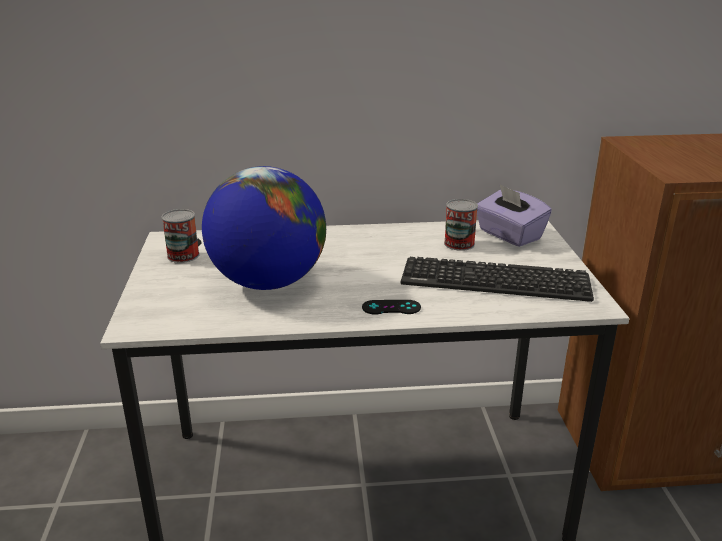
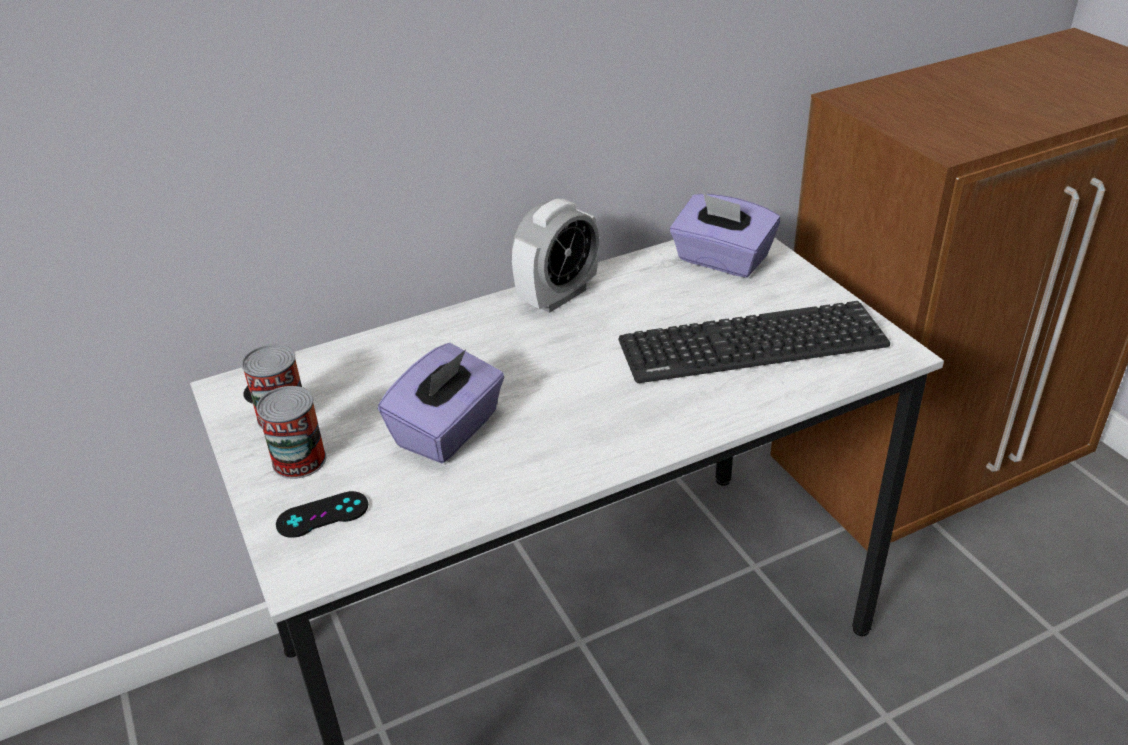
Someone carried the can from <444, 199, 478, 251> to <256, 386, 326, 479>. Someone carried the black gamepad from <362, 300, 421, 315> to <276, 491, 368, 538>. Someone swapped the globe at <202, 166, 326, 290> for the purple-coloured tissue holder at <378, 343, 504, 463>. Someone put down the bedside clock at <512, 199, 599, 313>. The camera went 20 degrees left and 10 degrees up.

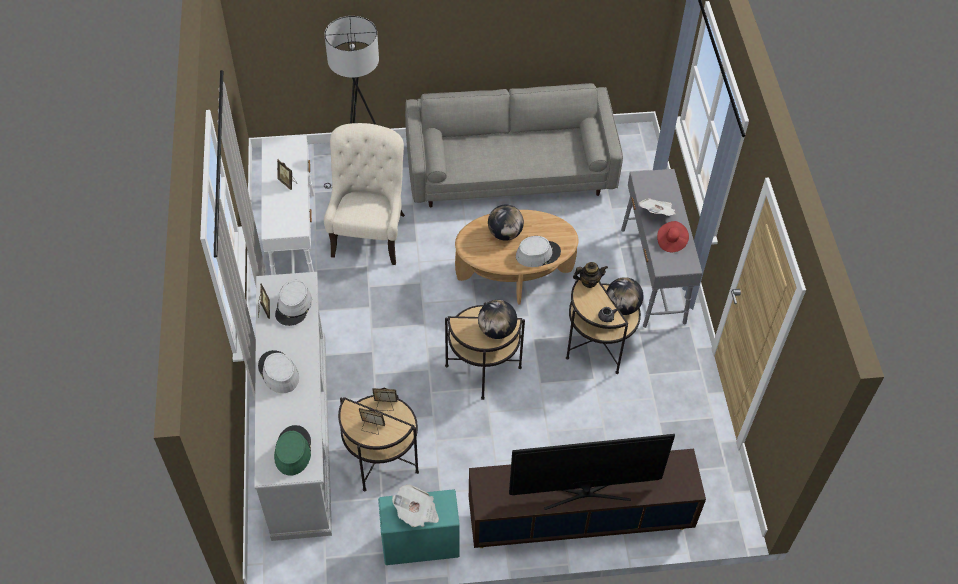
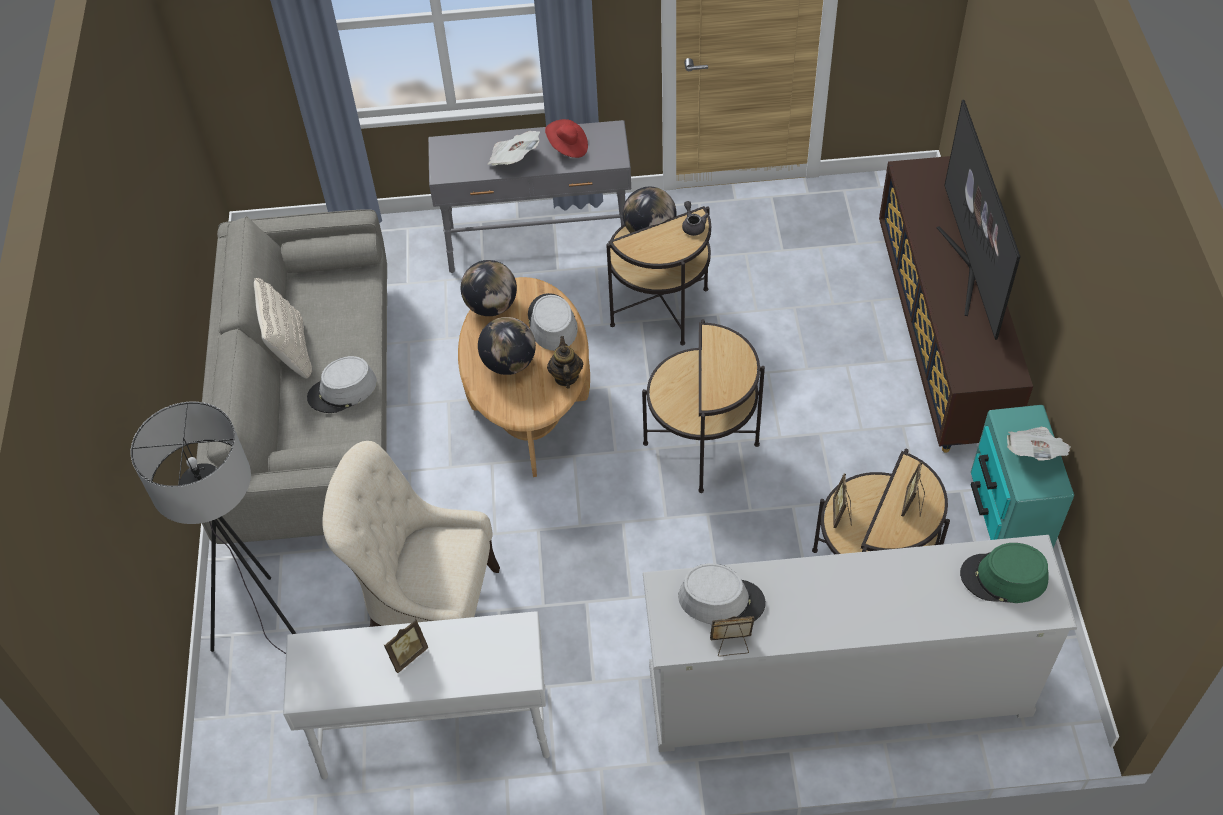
Someone put down the beige-coloured cushion at <254, 278, 312, 378>. Someone carried the gray clothing hat from <258, 350, 299, 393> to <307, 356, 377, 413>. Someone carried the globe from <478, 300, 517, 339> to <461, 260, 517, 316>. Someone carried the teapot from <573, 262, 608, 288> to <547, 336, 583, 389>. The camera went 85 degrees left and 0 degrees up.

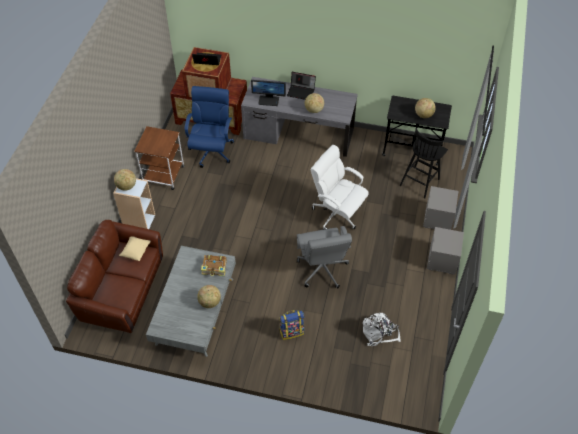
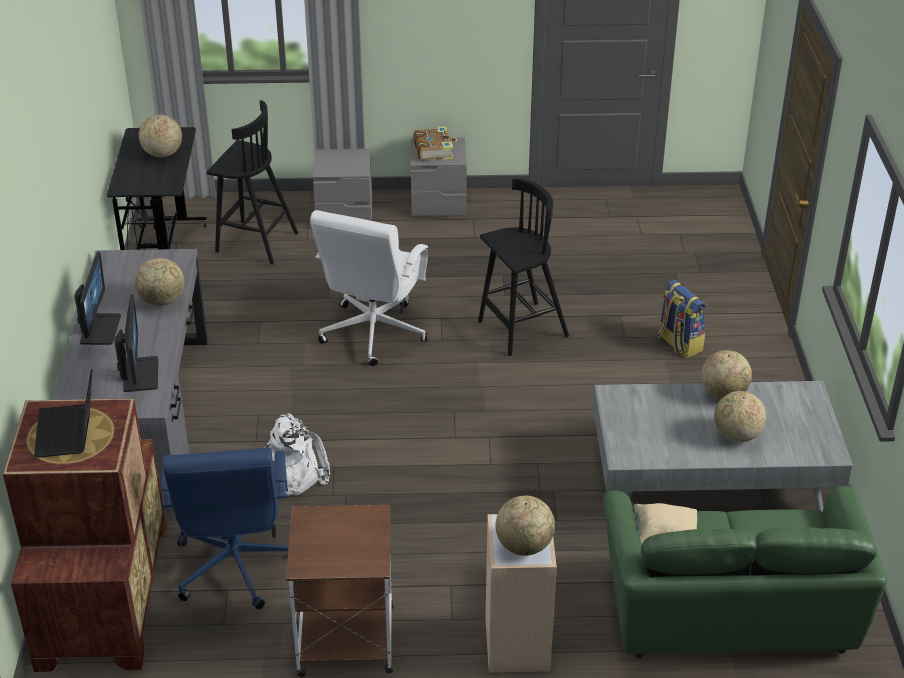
Someone swapped the laptop at <287, 72, 316, 100> for the computer screen at <74, 252, 121, 345>. Someone rotated the bluish computer chair at <184, 86, 234, 168> by 90 degrees counterclockwise. Someone carried the whitish knapsack from <363, 313, 400, 346> to <265, 414, 330, 496>. Someone carried the book from <201, 255, 227, 276> to <413, 126, 457, 161>. Someone swapped the gray computer chair at <297, 226, 352, 289> for the black stool at <478, 178, 569, 356>. Someone repainted the brown settee at <66, 220, 163, 333>, which became the greenish settee at <603, 486, 887, 658>. Someone put down the globe at <714, 391, 766, 442>. The camera went 105 degrees left and 15 degrees down.

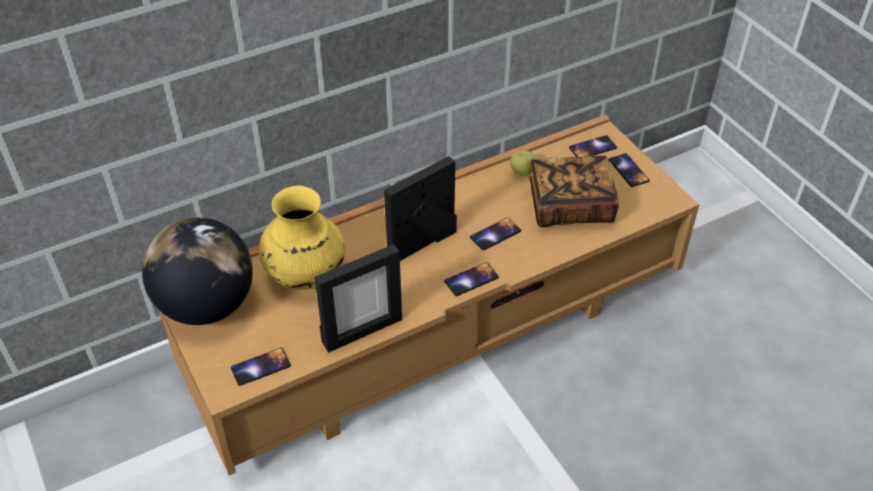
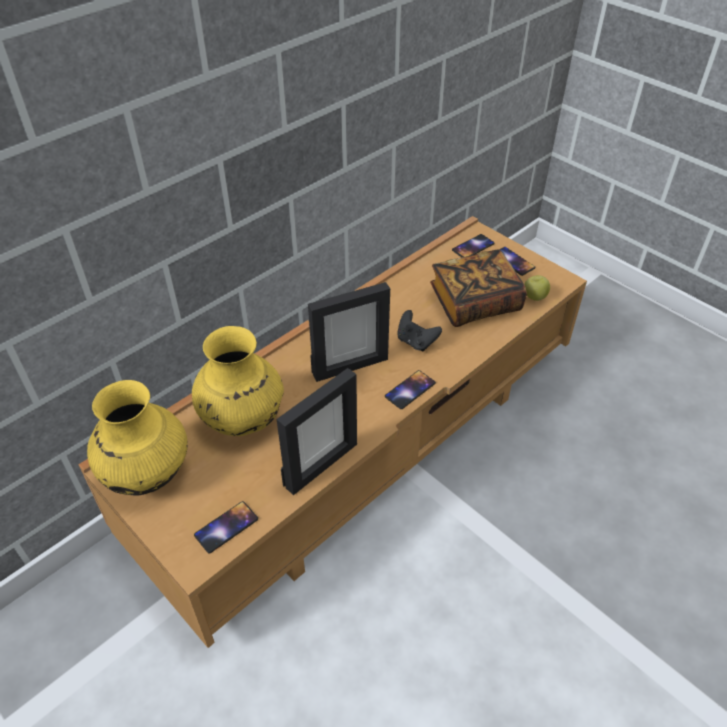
Someone swapped the globe at <142, 217, 253, 325> for the yellow-coloured vase at <87, 380, 188, 496>. Someone rotated the standing frame at <384, 156, 457, 261> by 150 degrees counterclockwise. Someone swapped the telephone at <470, 218, 521, 250> for the black gamepad at <397, 310, 442, 351>. Someone carried the apple from <510, 151, 535, 176> to <524, 275, 550, 301>. The camera went 15 degrees left and 0 degrees up.

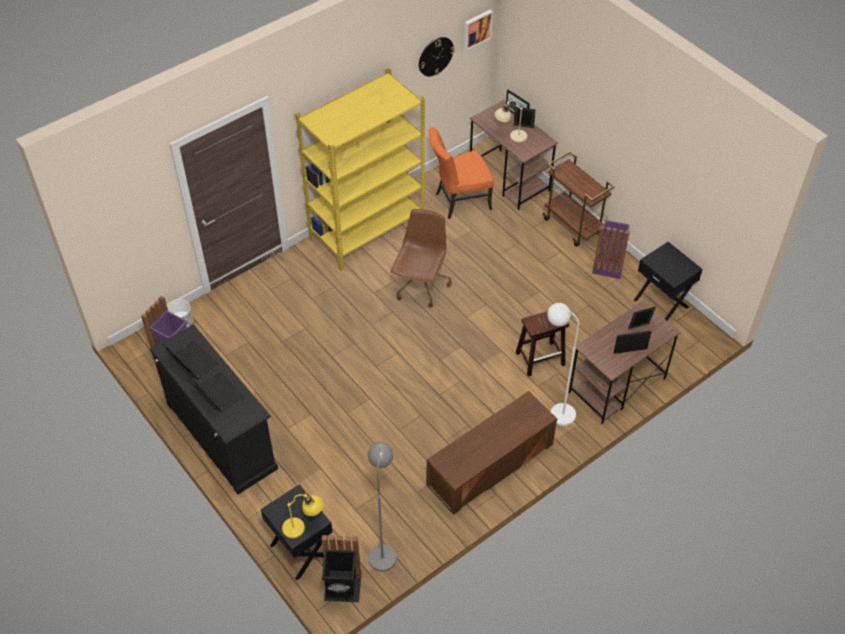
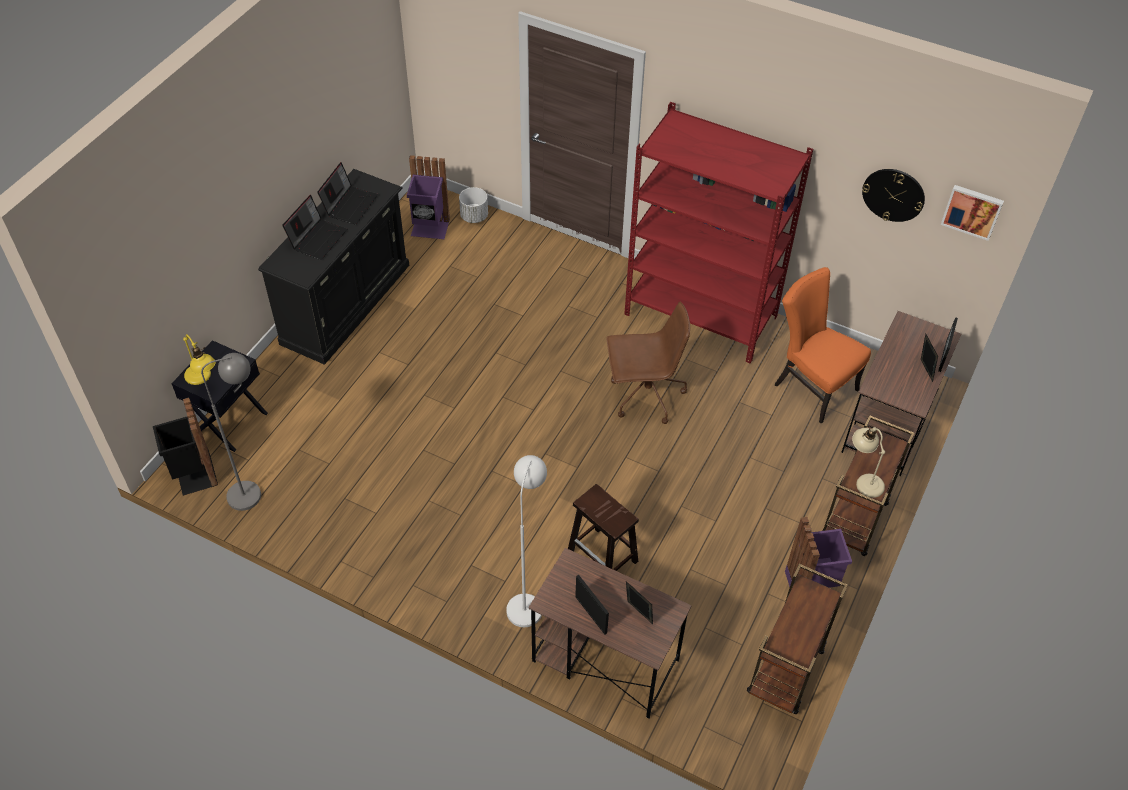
Someone repainted the yellow-coloured shelving unit at <296, 67, 425, 271>, which became the red-coloured shelving unit at <624, 102, 813, 364>. Someone swapped the black bedside table at <633, 242, 703, 320> for the brown trolley at <747, 564, 848, 714>. Someone carried the beige-coloured lamp for a table from <495, 100, 528, 142> to <852, 427, 885, 498>. Someone took away the brown indoor bench at <427, 391, 557, 515>. The camera went 65 degrees right and 0 degrees up.

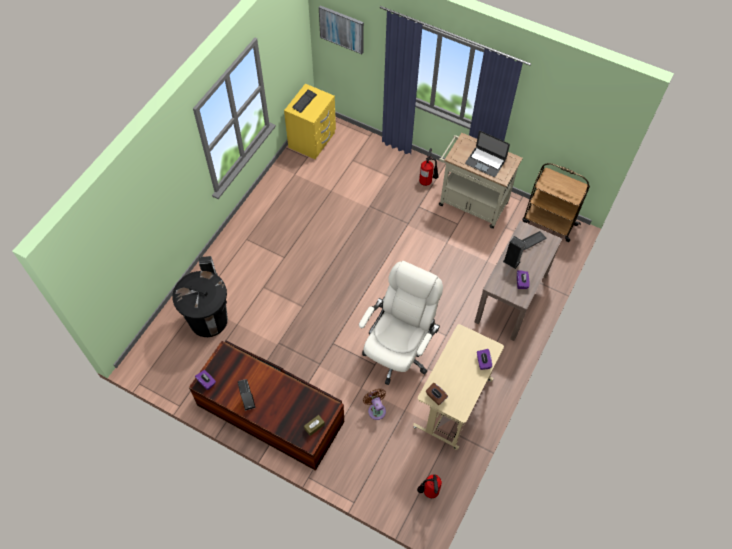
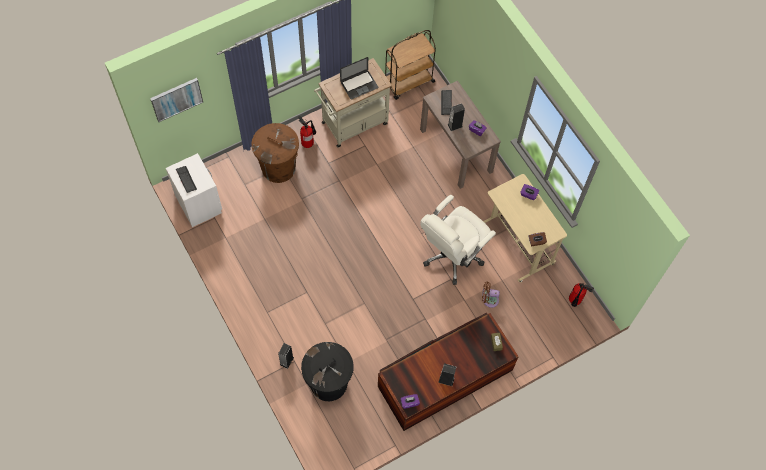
Someone repainted the yellow-coloured bedside table at <284, 84, 336, 159>, which became the whitish bedside table at <166, 153, 222, 227>. Someone put down the brown rubbish bin at <251, 123, 299, 183>. Someone rotated the whitish computer chair at <359, 261, 443, 385> by 105 degrees counterclockwise. The camera went 60 degrees left and 5 degrees up.

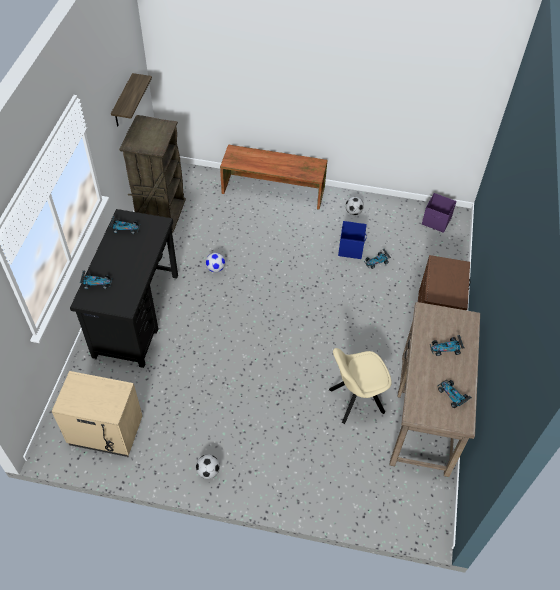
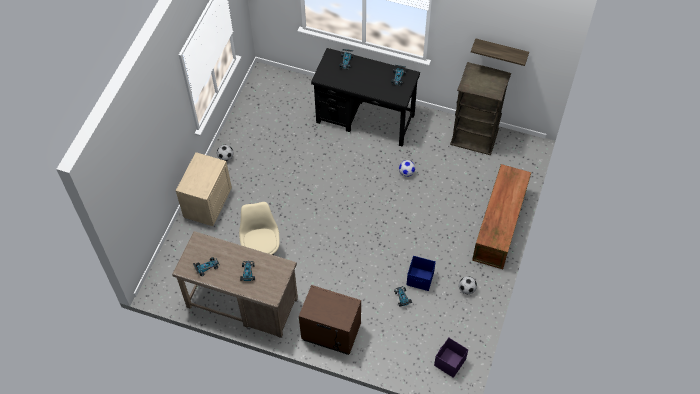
Someone carried the beige-coloured bedside table from <51, 371, 142, 457> to <176, 152, 232, 226>. The camera went 100 degrees right and 5 degrees up.

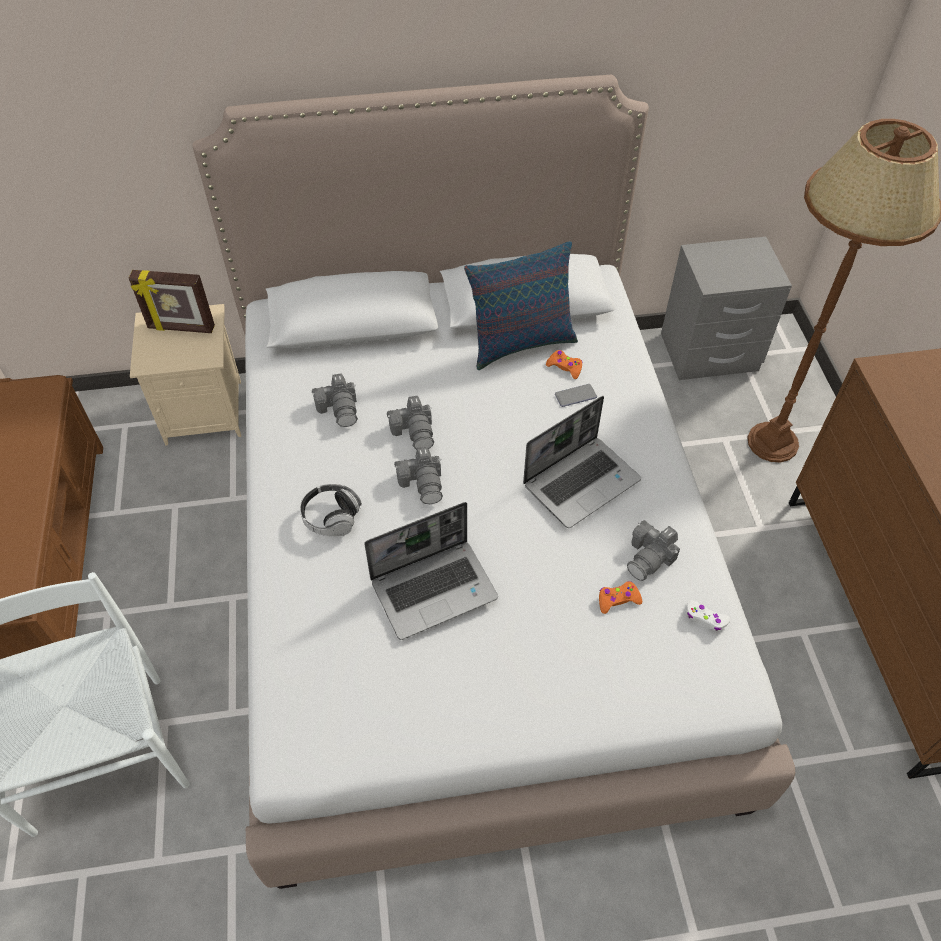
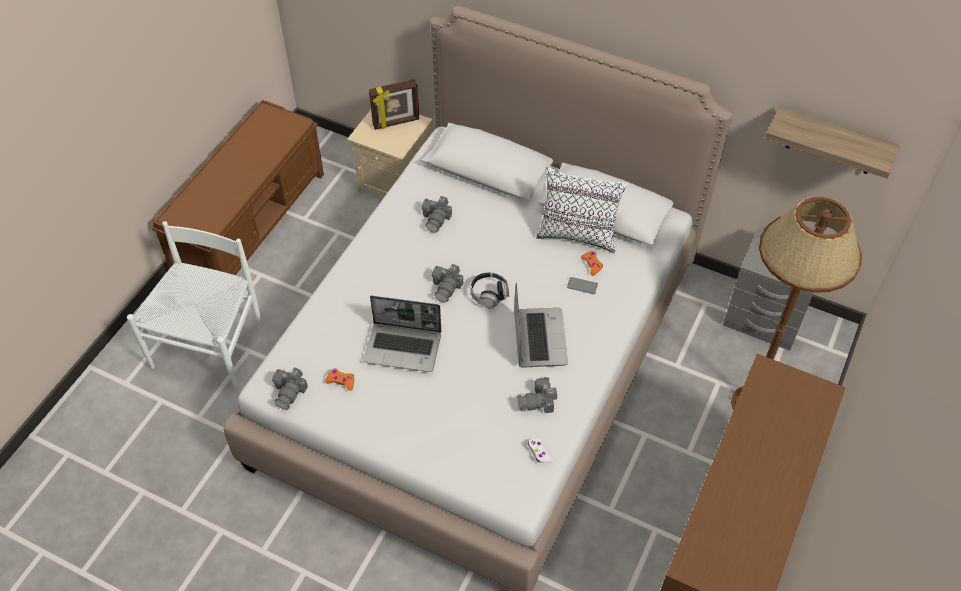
Someone carried the still camera from <387, 396, 434, 450> to <272, 367, 308, 410>. Someone carried the orangey gamepad from <599, 581, 642, 614> to <325, 368, 354, 391>. Someone rotated the standing frame at <129, 270, 215, 333> by 60 degrees counterclockwise. Someone carried the pair of headphones from <300, 484, 362, 536> to <471, 272, 509, 308>. Someone rotated the laptop at <523, 396, 641, 528> by 90 degrees counterclockwise. Someone repainted the bluish cushion at <464, 241, 578, 370>, which became the whitish cushion at <536, 167, 628, 253>. Someone put up the shelf at <765, 107, 900, 178>. The camera went 35 degrees right and 0 degrees up.

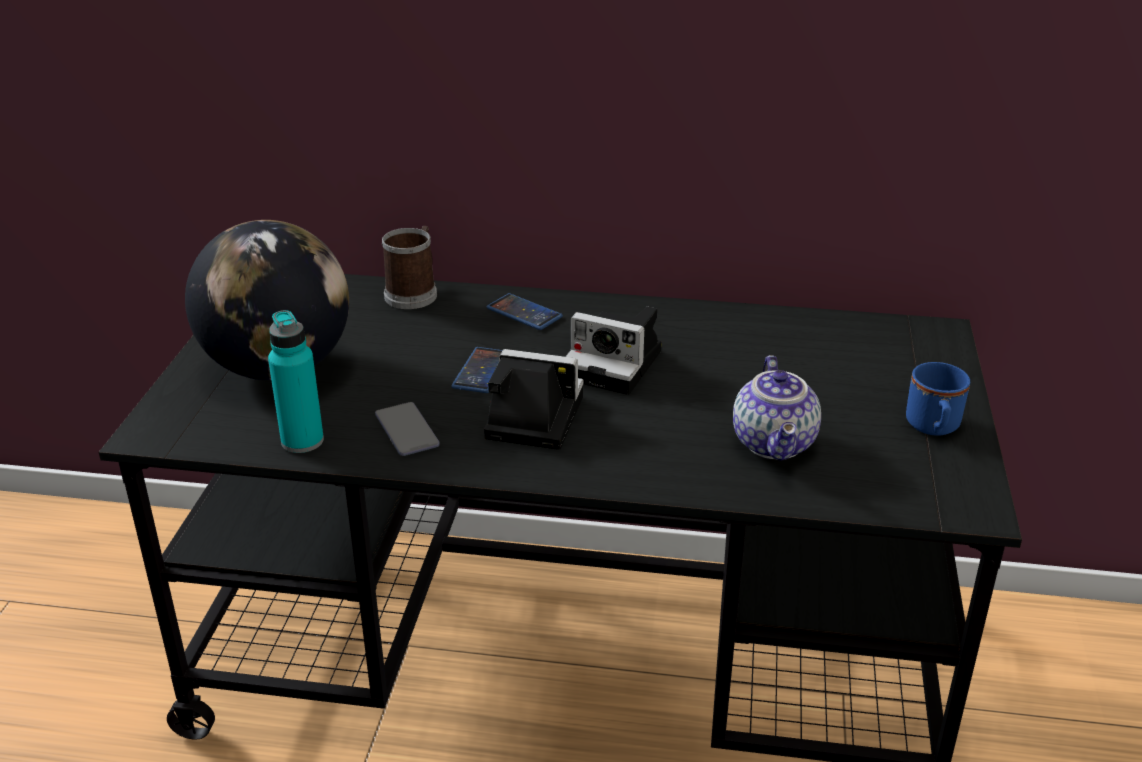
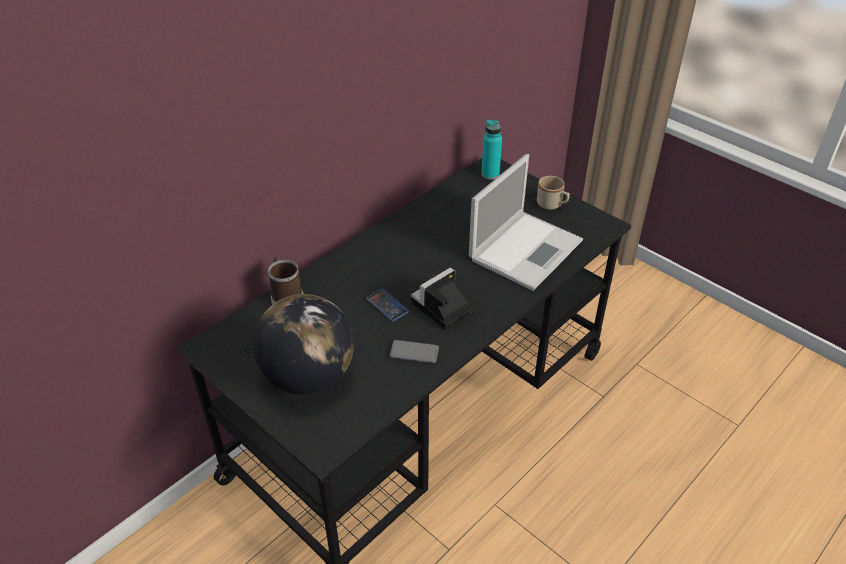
Someone swapped the teapot at <733, 355, 821, 461> for the laptop at <469, 154, 583, 291>. Someone carried the turquoise bottle from <268, 310, 324, 453> to <481, 120, 502, 180>. Someone repainted the bluish mug at <906, 362, 970, 436>, which became the beige-coloured mug at <537, 176, 570, 210>. Someone took away the telephone at <487, 293, 563, 330>. Someone took away the still camera at <565, 306, 662, 395>. The camera went 55 degrees left and 10 degrees up.

